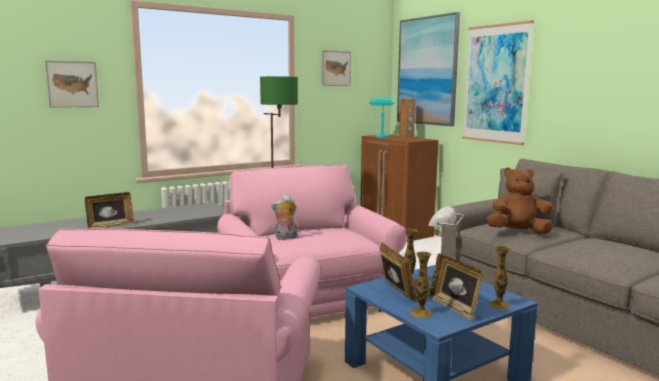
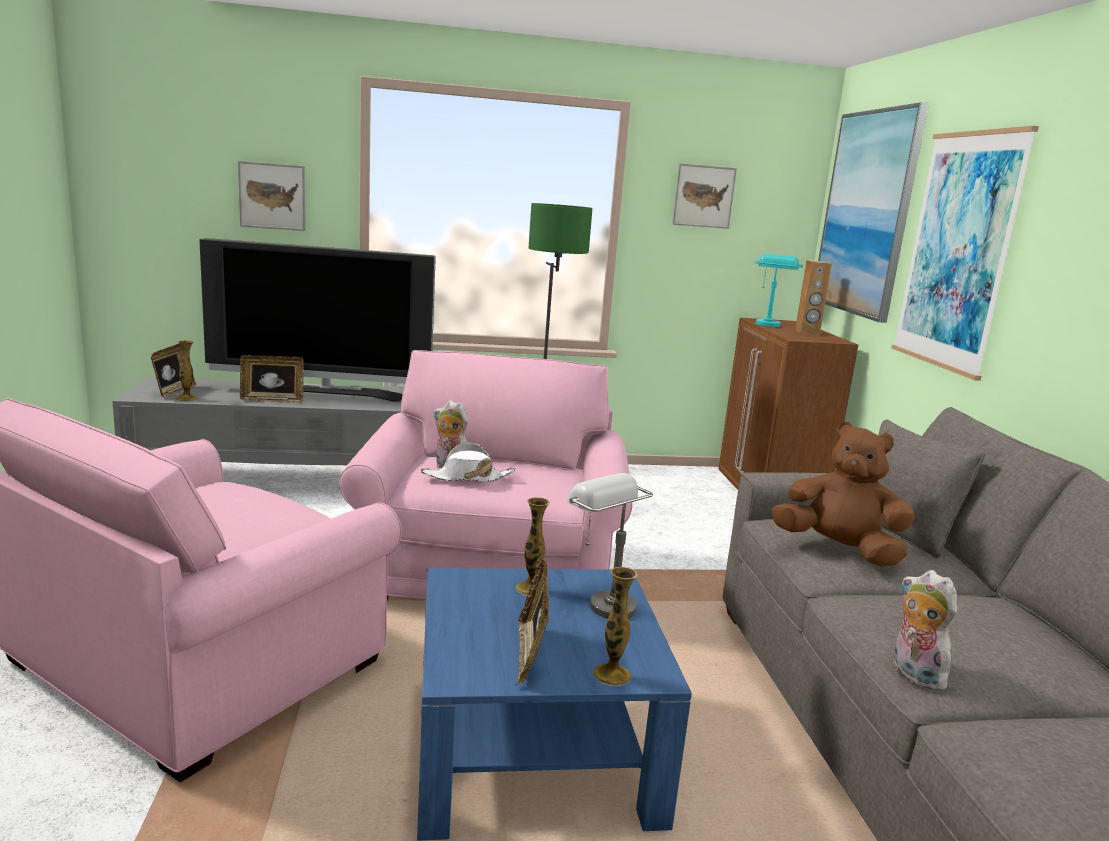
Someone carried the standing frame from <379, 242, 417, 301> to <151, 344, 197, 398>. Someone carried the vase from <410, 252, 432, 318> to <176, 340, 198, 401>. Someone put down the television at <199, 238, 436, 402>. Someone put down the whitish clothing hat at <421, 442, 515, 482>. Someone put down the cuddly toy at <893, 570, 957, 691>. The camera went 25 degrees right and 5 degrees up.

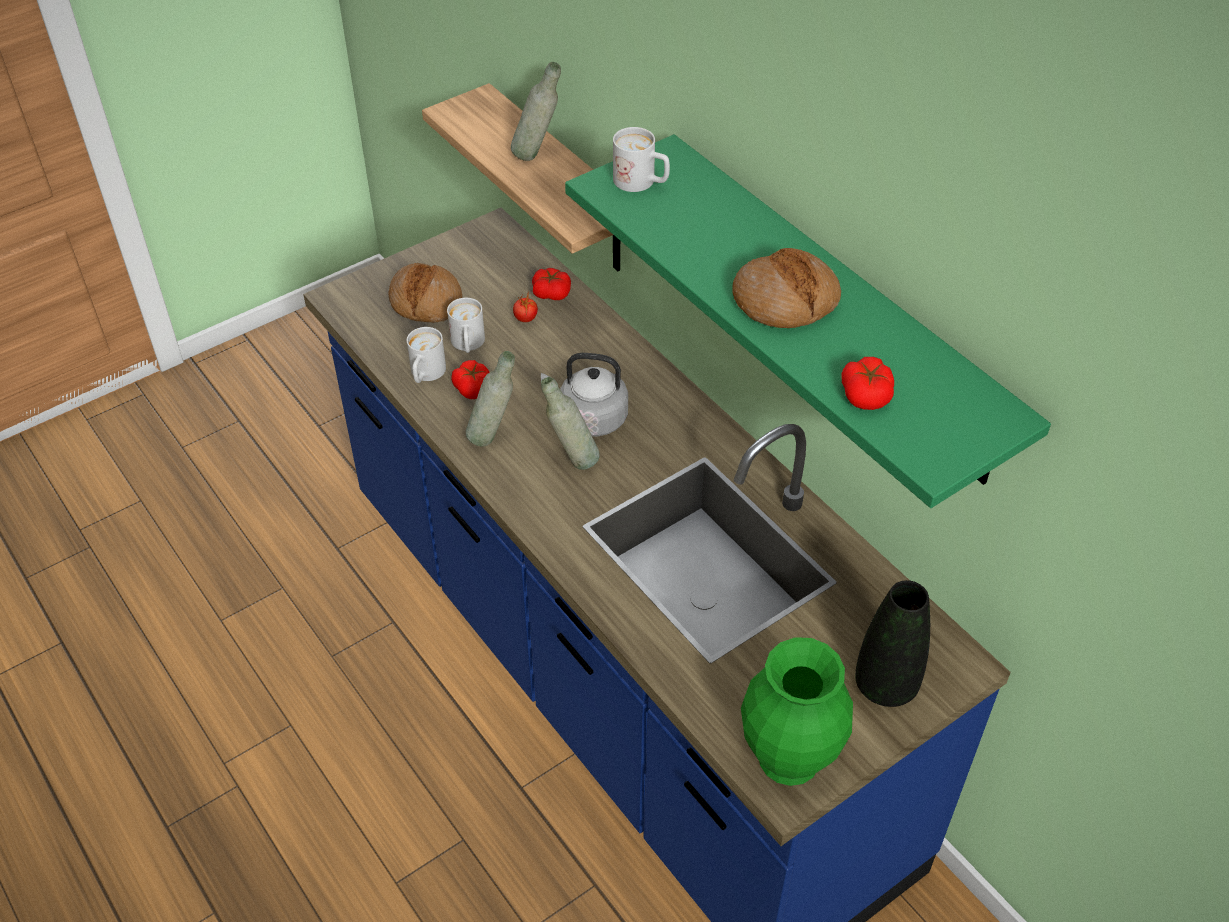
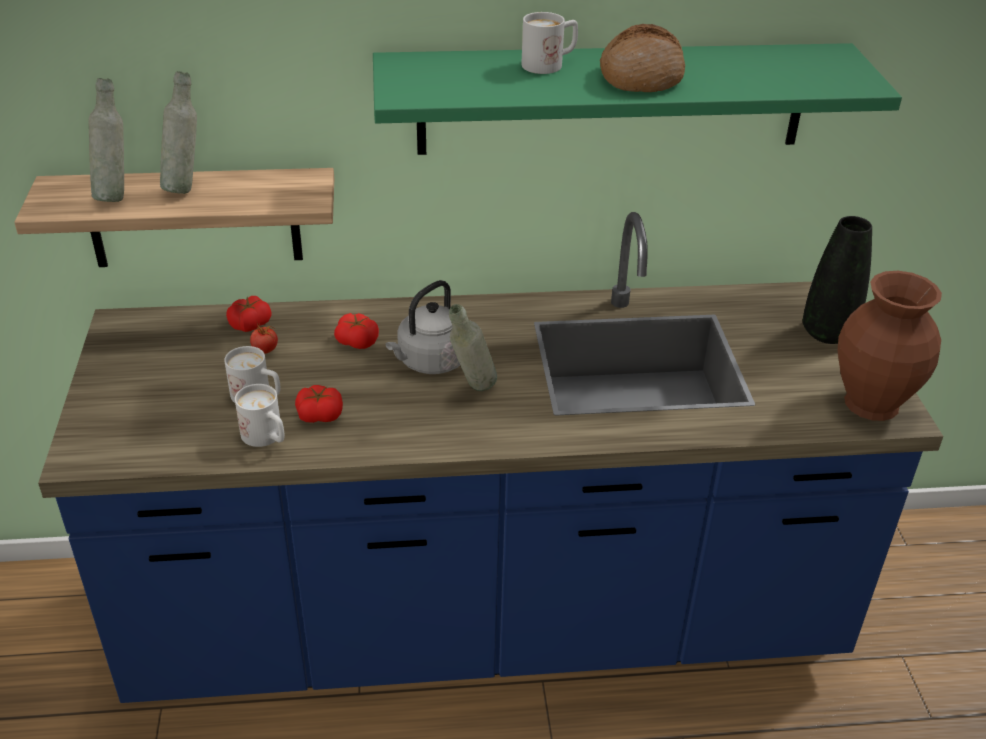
Someone carried the gray bottle from <466, 351, 515, 447> to <88, 78, 124, 202>. Someone carried the fresh tomato from <841, 357, 894, 410> to <334, 313, 379, 349>. Someone carried the whitish mug from <613, 127, 670, 192> to <522, 12, 578, 74>. Someone repainted the greenish vase at <741, 637, 853, 786>, which became the brown vase at <837, 271, 942, 421>. Someone took away the bread at <388, 263, 462, 323>. The camera went 60 degrees left and 10 degrees down.

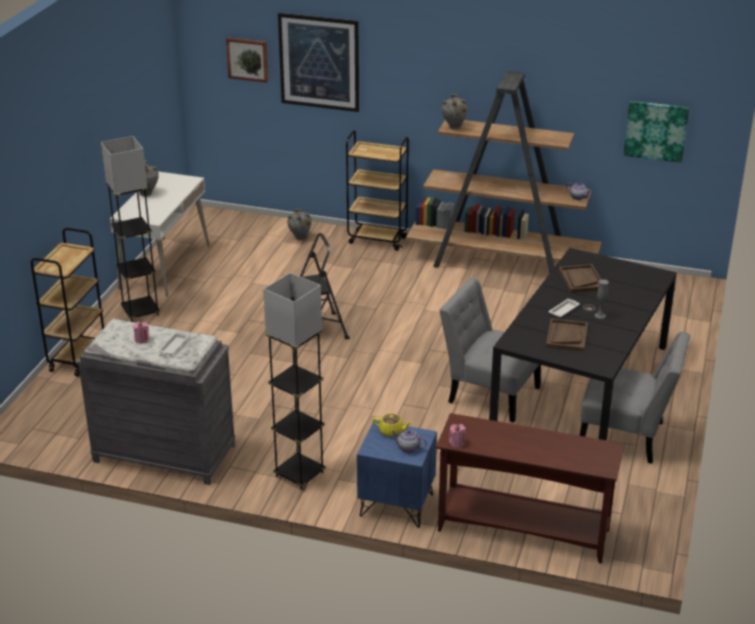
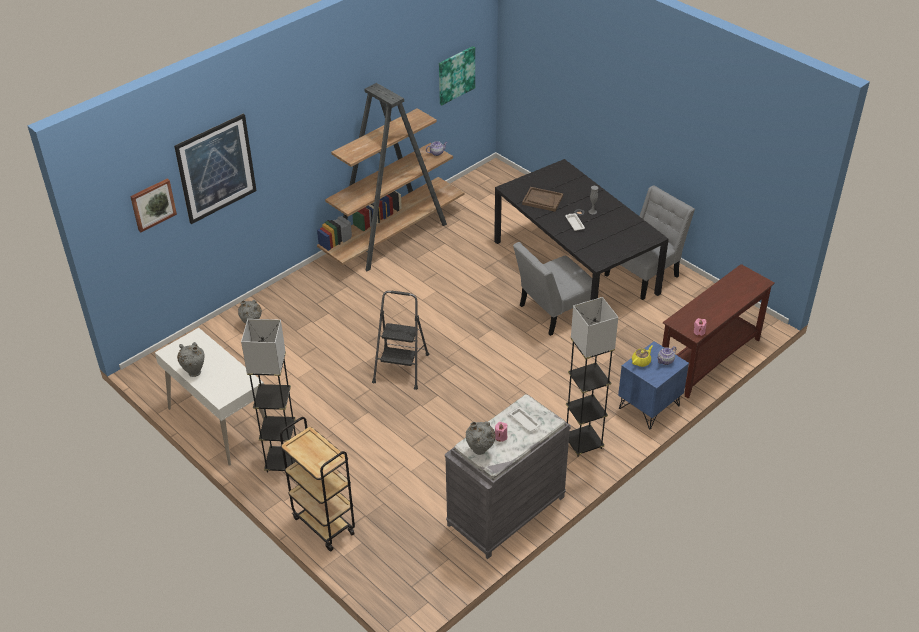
Someone carried the gray vase from <441, 93, 468, 129> to <466, 422, 495, 455>. Someone took away the brown trolley at <346, 130, 409, 251>. Someone took away the brown carrying tray at <546, 318, 588, 352>. The camera went 60 degrees left and 10 degrees up.

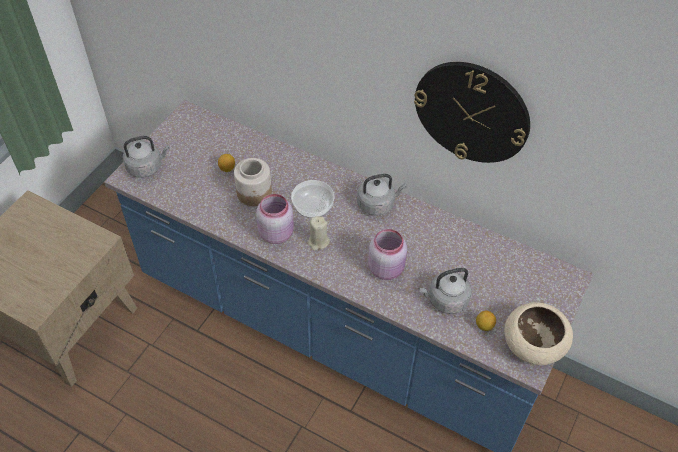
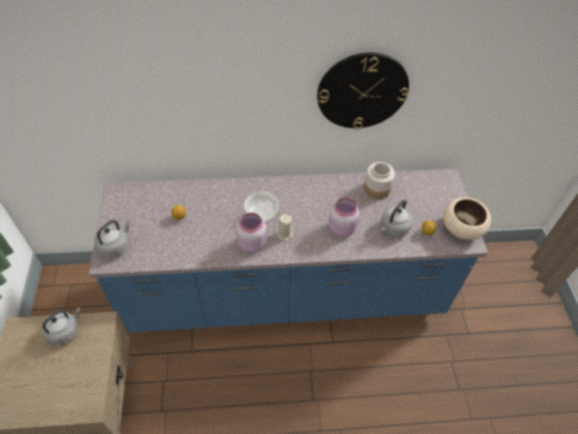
Someone carried the gray water kettle from <357, 174, 407, 216> to <42, 307, 81, 345>. Someone carried the jar from <234, 158, 272, 206> to <364, 162, 395, 199>. The camera went 35 degrees left and 0 degrees up.

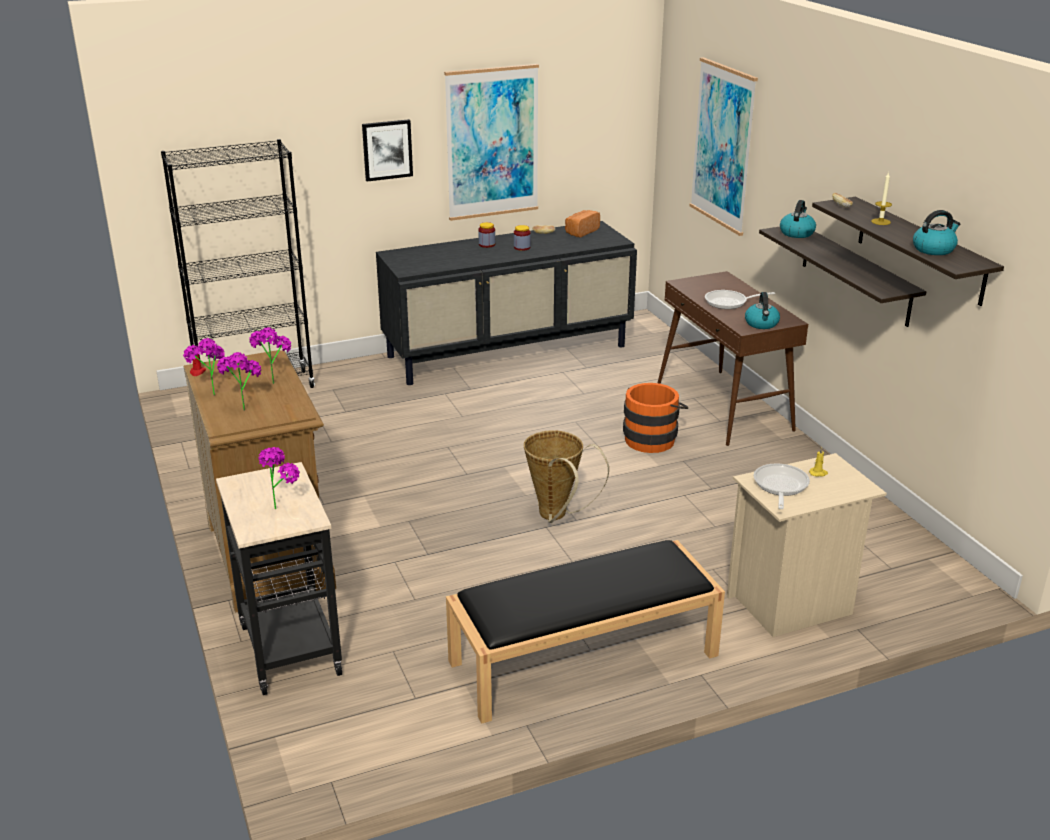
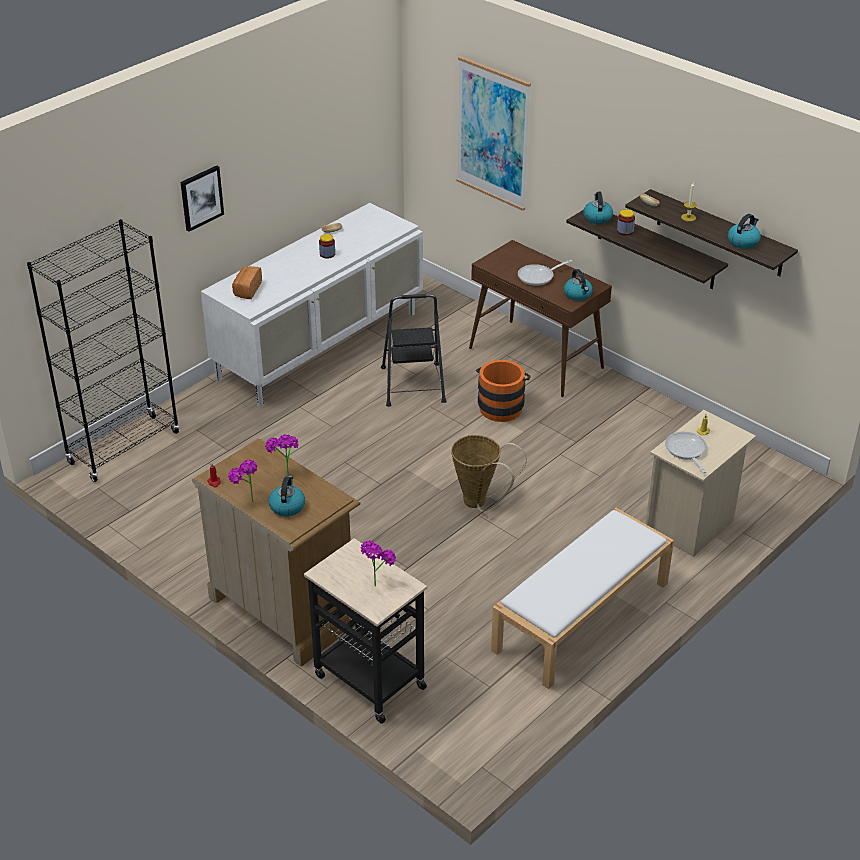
Someone repainted the black cabinet at <376, 221, 637, 385>, which became the whitish cabinet at <201, 203, 423, 406>. Someone carried the bread from <565, 210, 600, 237> to <232, 266, 262, 299>. Someone swapped the houseplant at <217, 352, 261, 411> for the water kettle at <269, 476, 305, 516>. Someone put down the black step ladder at <381, 294, 447, 406>. Someone repainted the black indoor bench at <446, 540, 725, 724>, which became the whitish indoor bench at <491, 508, 674, 689>. Someone carried the jar from <479, 222, 495, 248> to <617, 209, 635, 236>. Someone took away the wall picture at <444, 64, 539, 221>. The camera went 25 degrees left and 10 degrees up.

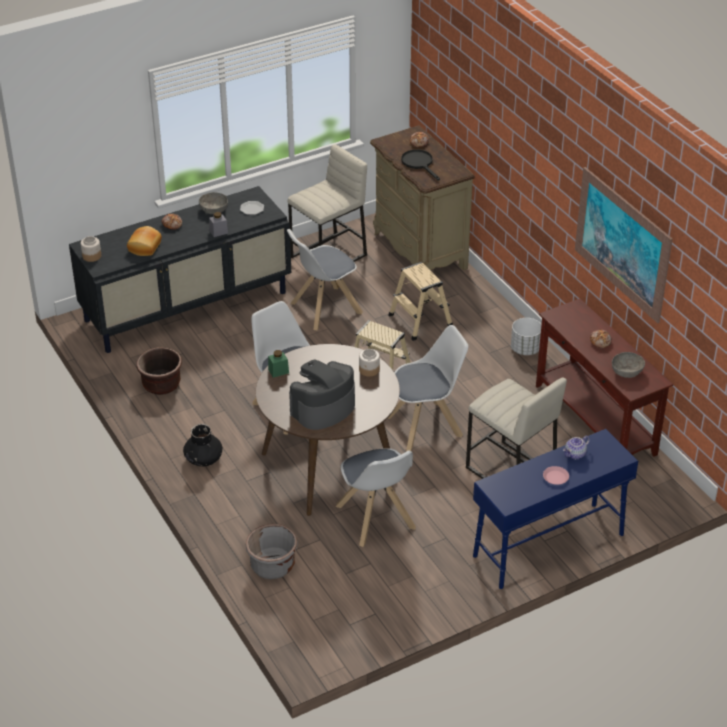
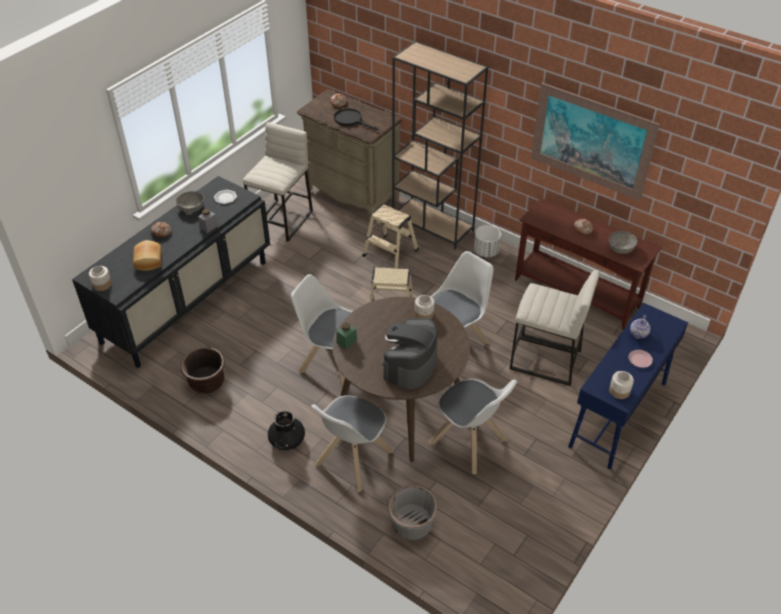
Someone carried the upright chair from <287, 229, 363, 330> to <311, 395, 394, 492>. Someone put down the shelving unit at <392, 41, 488, 250>. Someone put down the jar at <609, 371, 634, 399>. The camera went 25 degrees left and 5 degrees up.

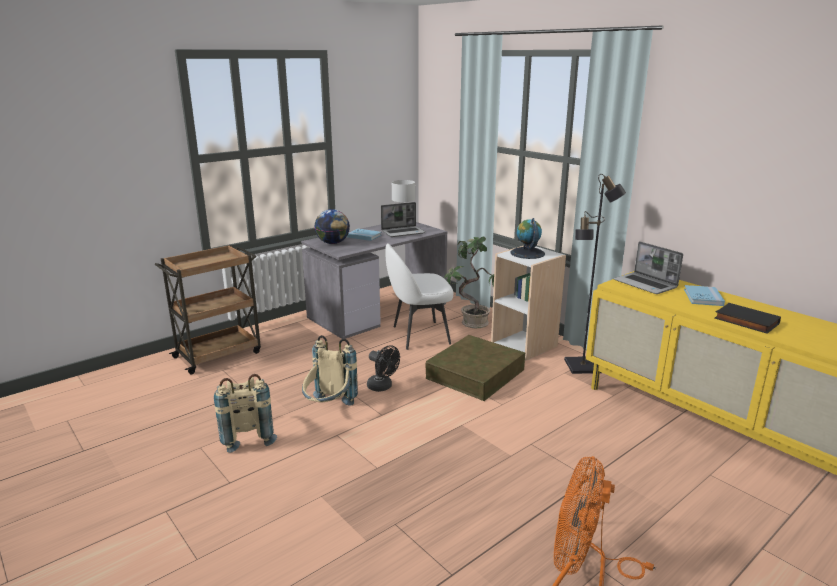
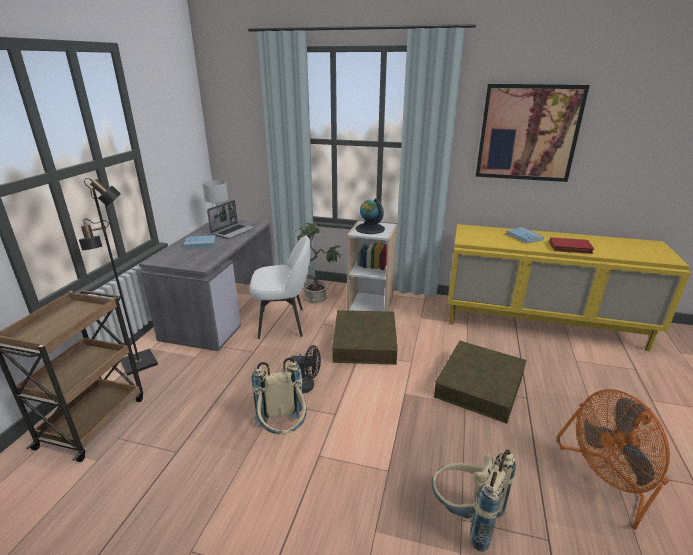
Someone carried the black standard lamp from <564, 174, 626, 374> to <79, 178, 158, 376>. Someone rotated the whitish upright chair at <385, 244, 453, 350> by 135 degrees counterclockwise. Someone carried the beige-coloured knapsack from <214, 374, 277, 453> to <432, 449, 516, 552>. Someone put down the brown storage container at <434, 341, 526, 424>. Someone put up the wall picture at <476, 84, 590, 182>. Someone repainted the black book at <715, 303, 781, 334>, which became the red-coloured book at <549, 237, 595, 254>. Someone took away the globe at <314, 209, 350, 244>. Someone took away the laptop at <613, 241, 683, 294>. The camera went 35 degrees left and 5 degrees up.

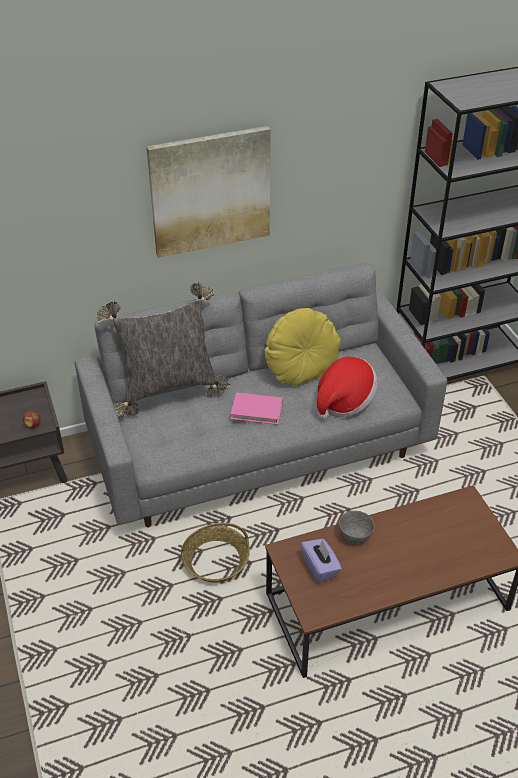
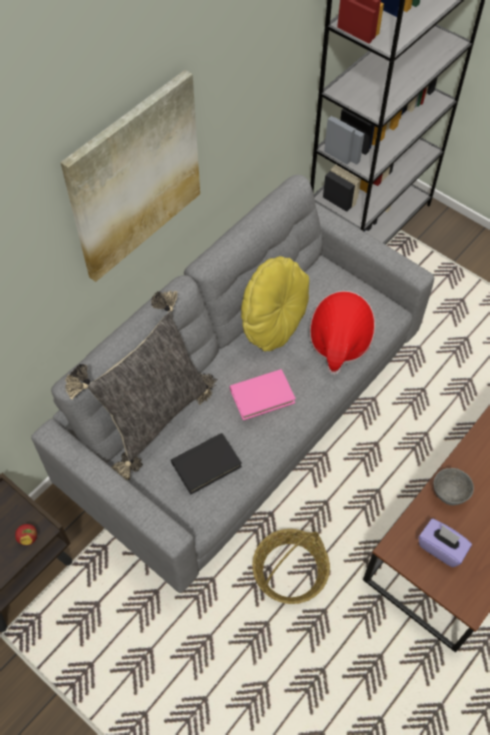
Someone put down the black book at <171, 433, 242, 495>. The camera went 30 degrees left and 15 degrees up.

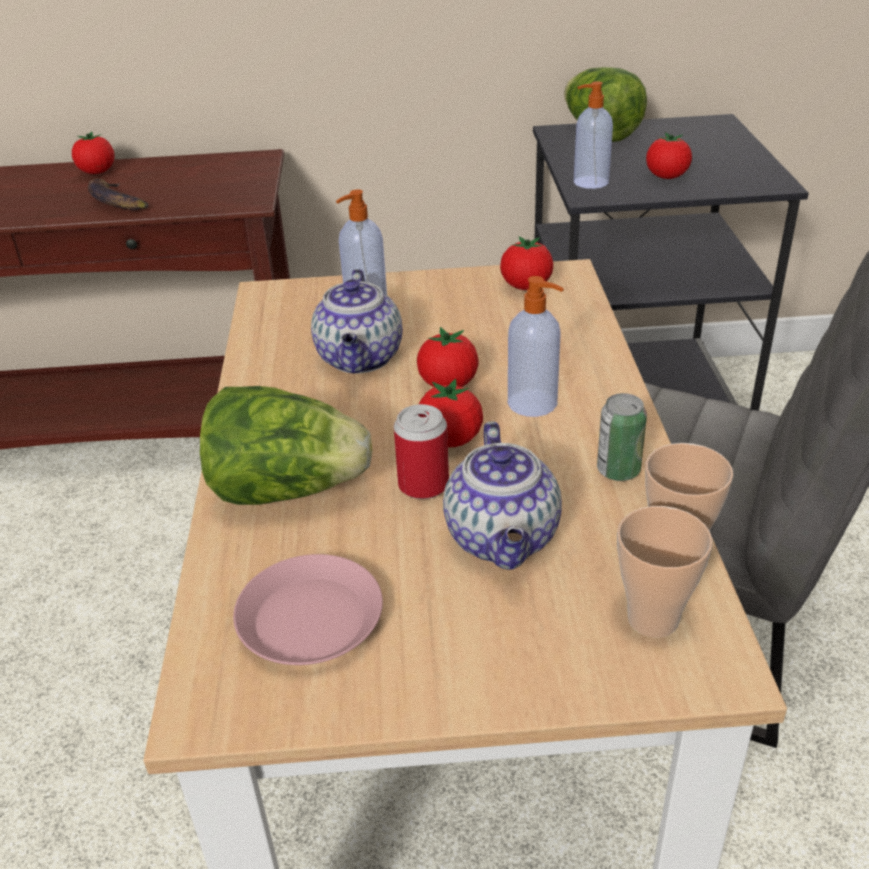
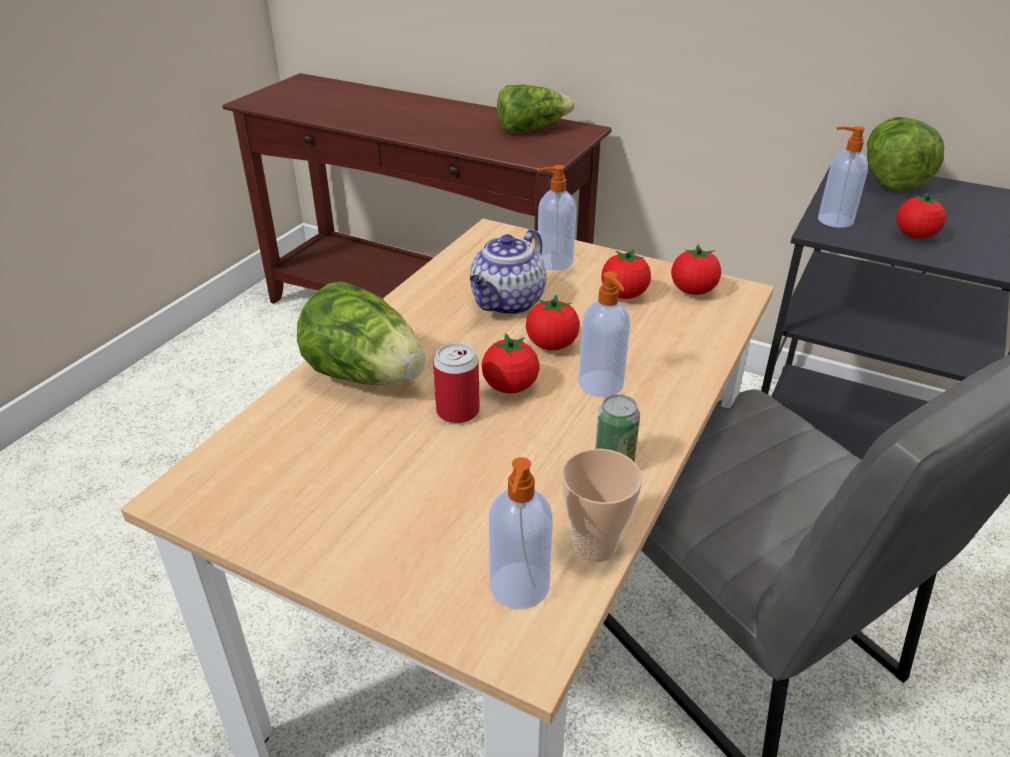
Someone swapped the cup at <617, 506, 713, 637> for the liquid soap bottle at <489, 457, 553, 609>. Someone put down the lettuce head at <497, 85, 575, 133>. Someone carried the fresh tomato from <72, 131, 115, 174> to <602, 249, 651, 299>. Someone took away the banana fruit at <88, 179, 149, 210>. Someone took away the pinkish plate at <233, 554, 383, 665>. Someone took away the teapot at <443, 421, 562, 570>. The camera went 30 degrees right and 0 degrees up.

